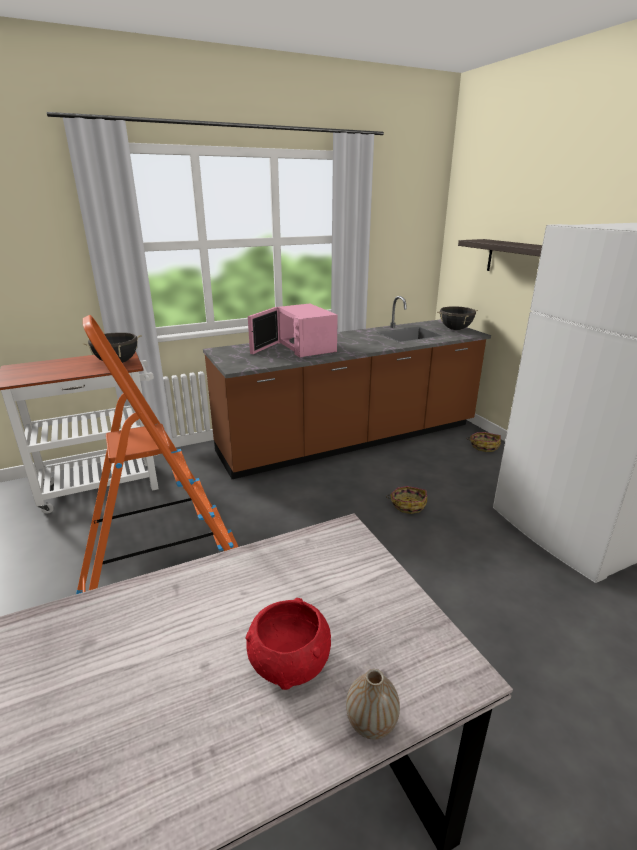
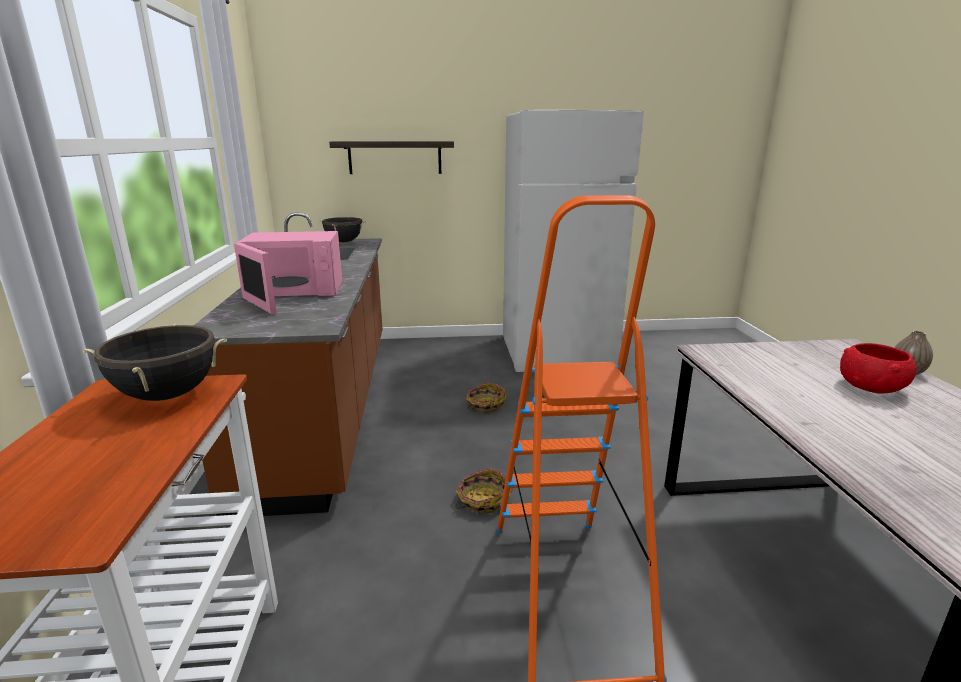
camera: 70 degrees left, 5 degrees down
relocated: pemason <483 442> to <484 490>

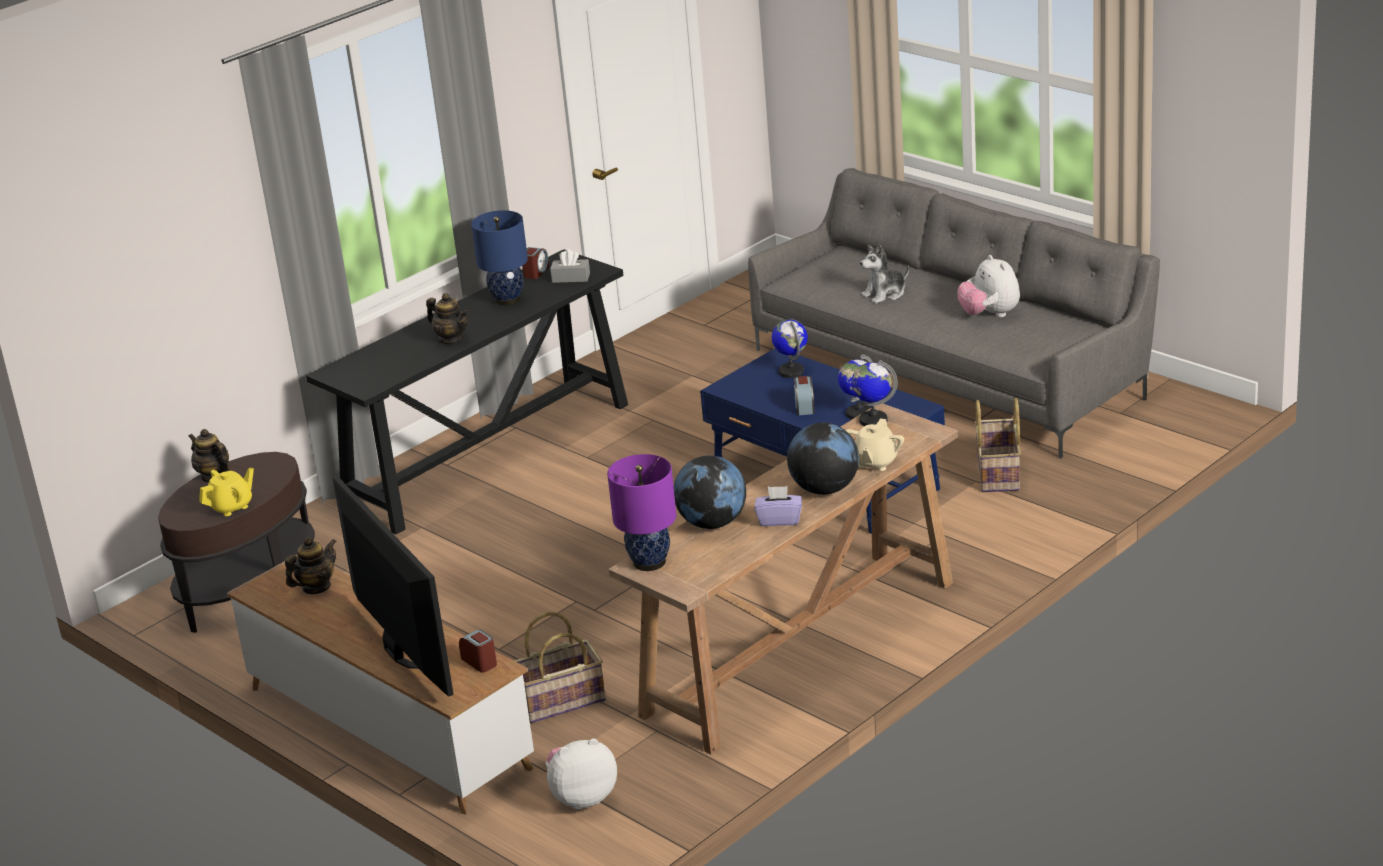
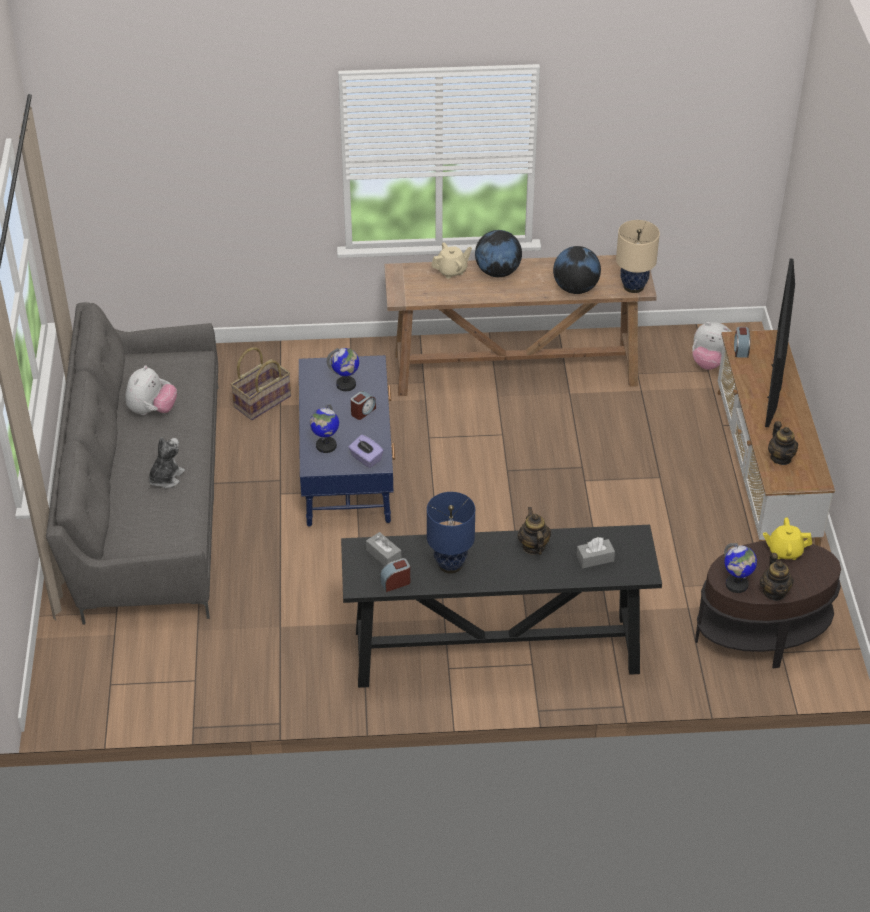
camera: 140 degrees left, 15 degrees up
missing: pemason <560 667>
appeared: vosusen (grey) <595 552>
relocated: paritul <874 393> to <740 568>; vosusen (purple) <778 506> to <366 451>
colour: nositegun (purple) <641 512> to nositegun (beige) <638 256>
spun: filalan <884 274> = <167 462> 75 degrees counterclockwise; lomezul <310 565> = <783 443> 105 degrees counterclockwise

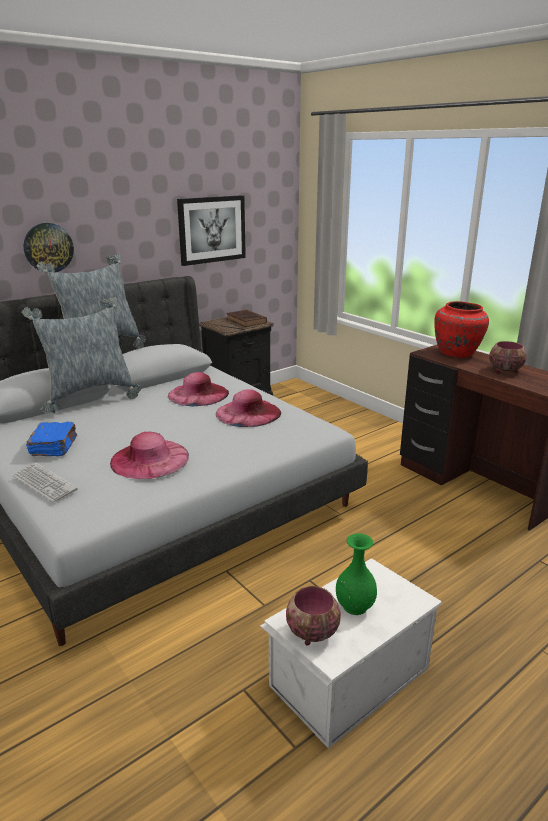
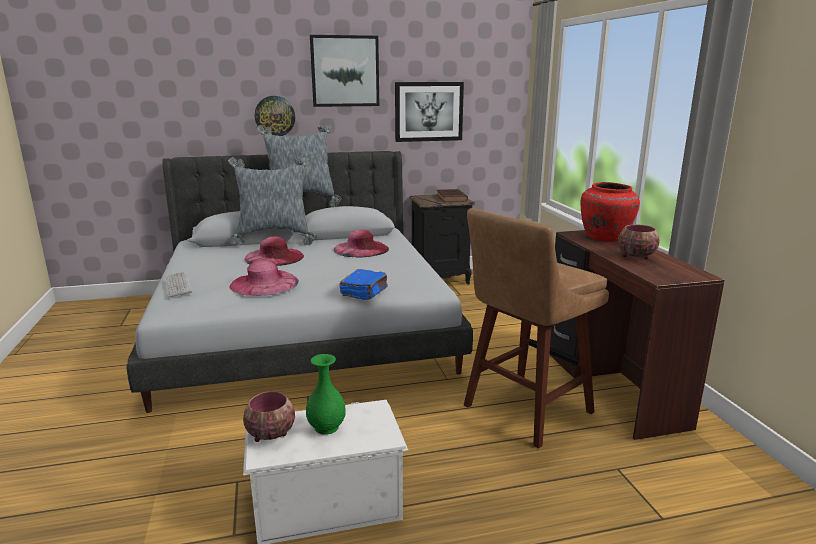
camera: 25 degrees right, 5 degrees down
appeared: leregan <344 71>; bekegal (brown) <536 328>
relocated: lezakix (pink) <248 408> to <274 251>; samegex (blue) <51 438> to <363 284>

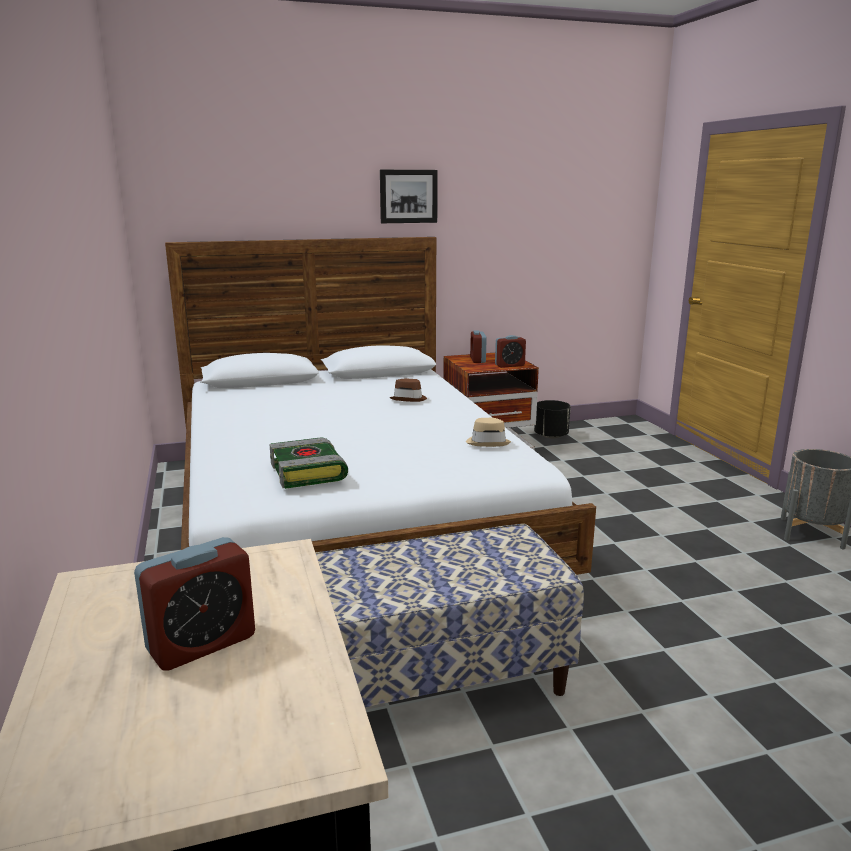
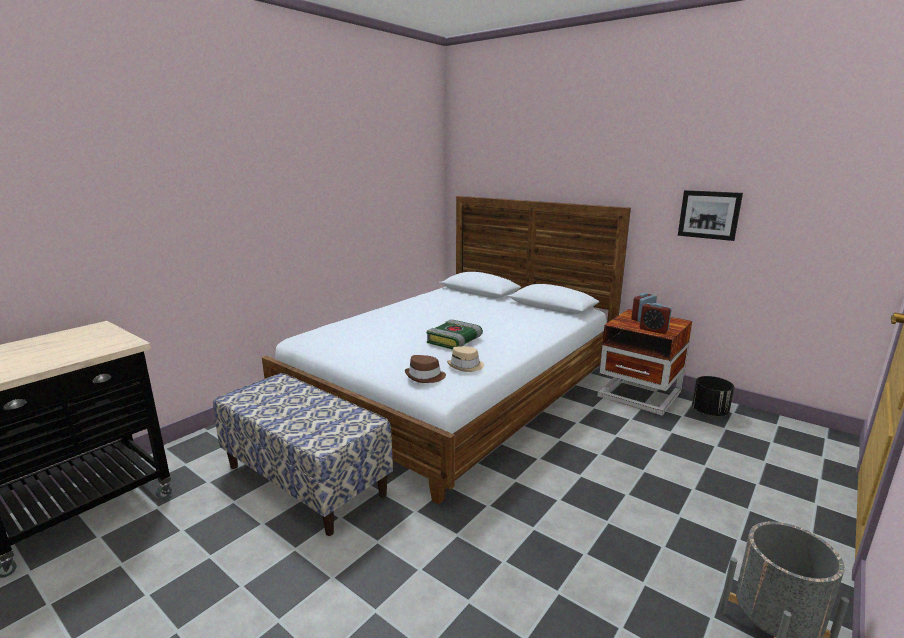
camera: 55 degrees right, 0 degrees up
missing: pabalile <194 604>
relocated: leregan <409 196> to <710 215>; lezakix (brown) <408 390> to <425 369>; samegex <308 463> to <455 334>

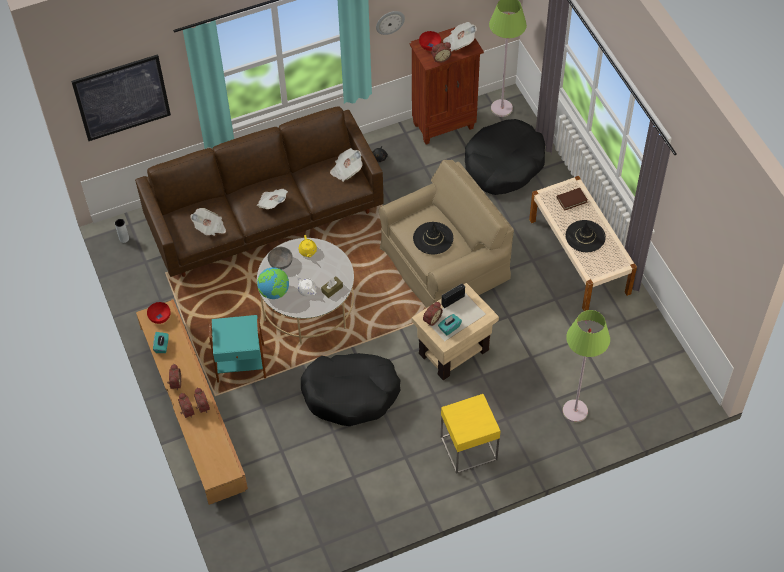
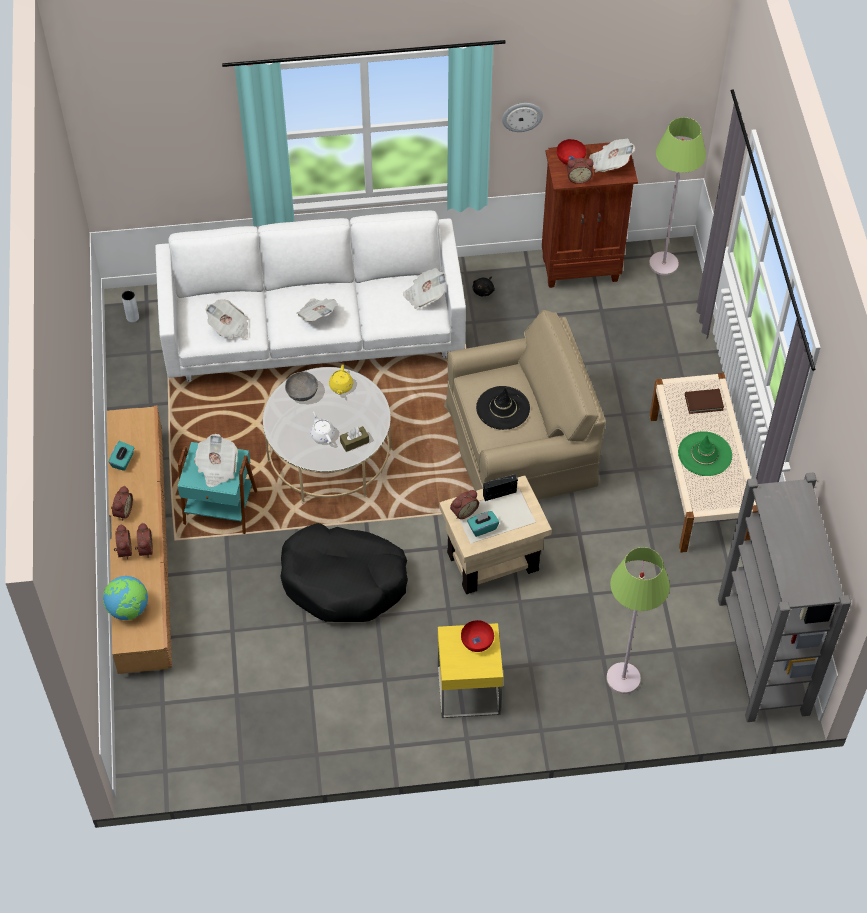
camera: 15 degrees right, 0 degrees up
missing: leregan <121 97>; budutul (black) <505 157>
appeared: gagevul <216 460>; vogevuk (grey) <784 597>
relocated: paritul <273 283> to <125 598>; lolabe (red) <159 313> to <477 636>
colour: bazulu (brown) <259 191> to bazulu (white) <310 296>; lezakix (black) <585 236> to lezakix (green) <705 453>

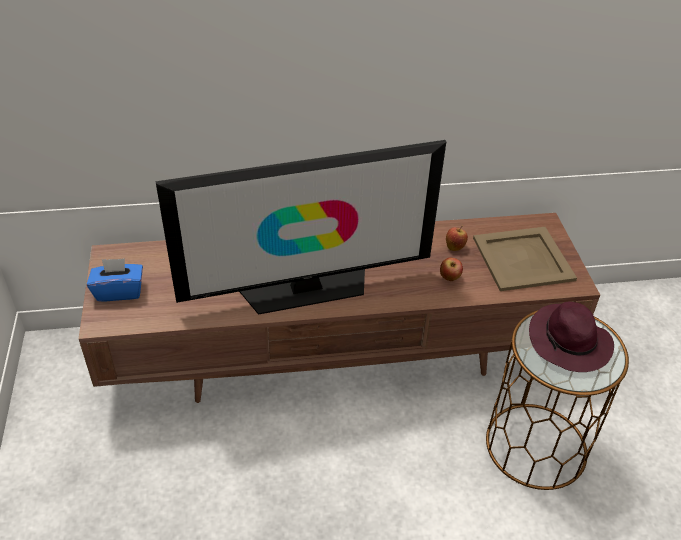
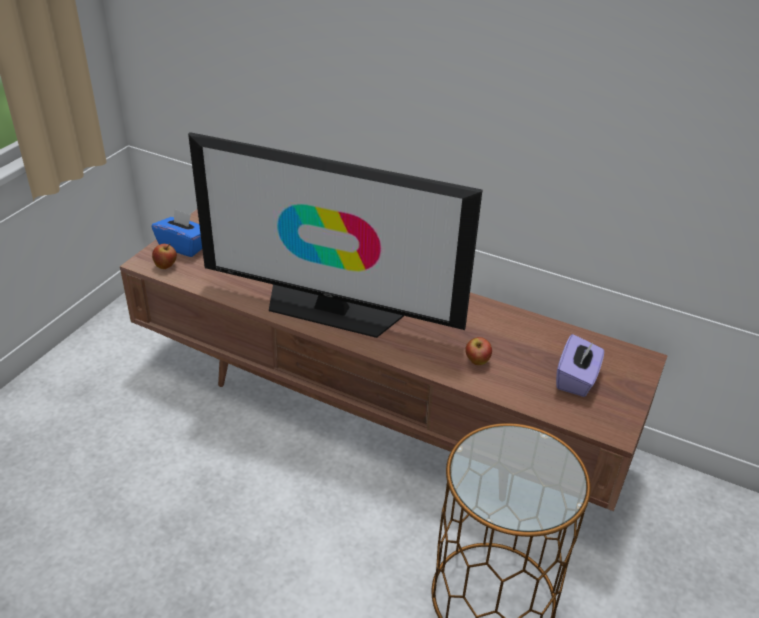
camera: 35 degrees right, 5 degrees down
missing: lezakix (purple) <571 337>
relocated: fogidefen <457 238> to <164 256>
exchanged: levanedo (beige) <525 259> to vosusen (purple) <580 365>

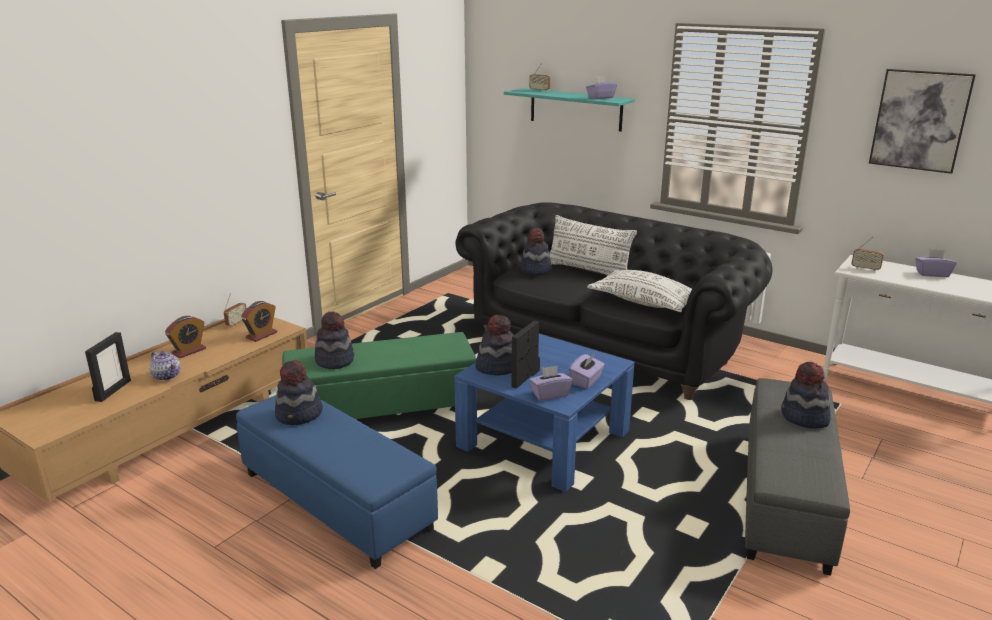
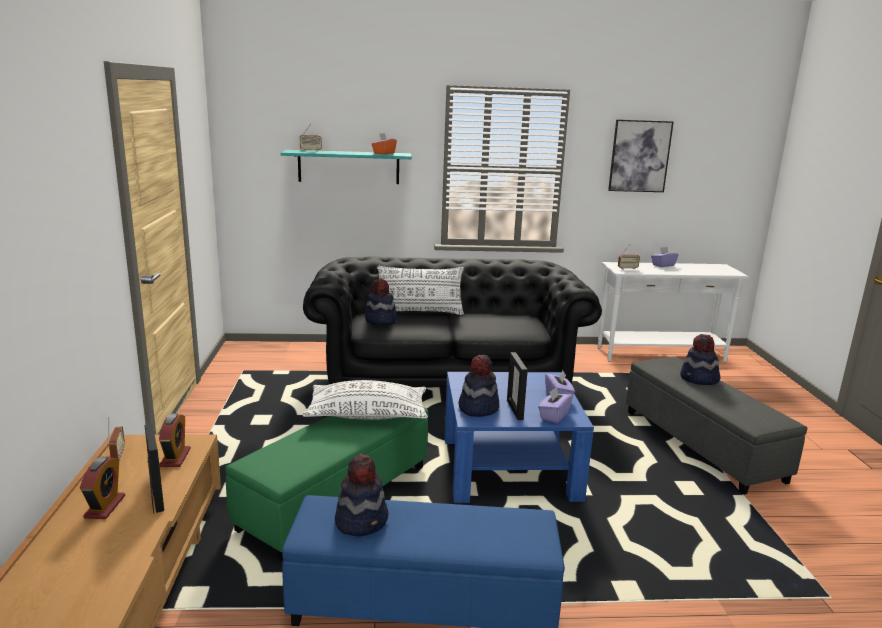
camera: 40 degrees left, 5 degrees down
missing: lezakix <334 340>; lomezul <164 366>
relocated: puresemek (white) <639 291> to <365 400>; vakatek <108 367> to <154 469>
colour: vosusen (purple) <601 87> to vosusen (orange) <384 144>

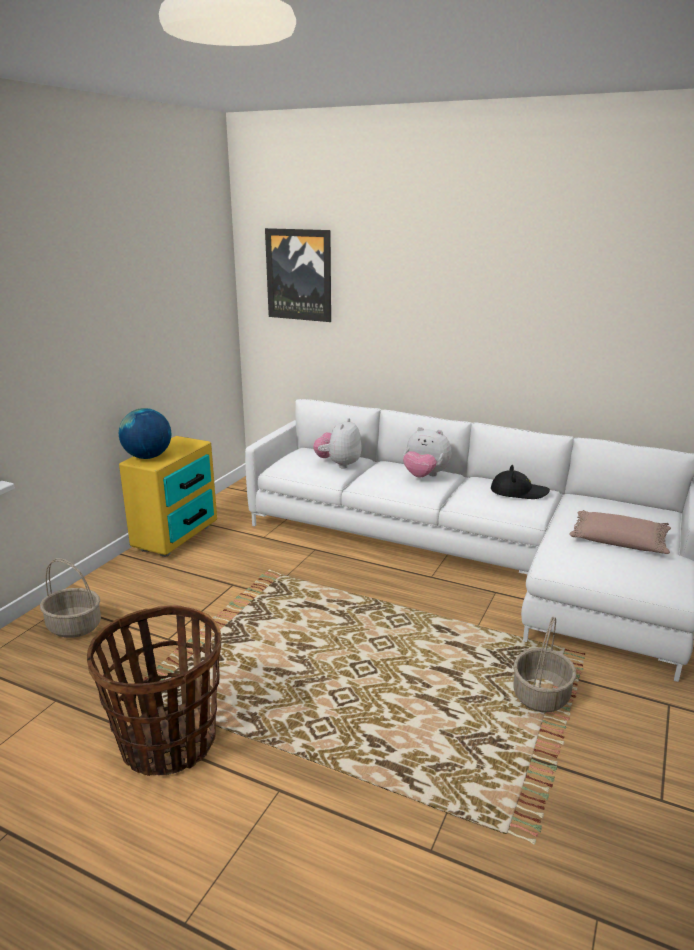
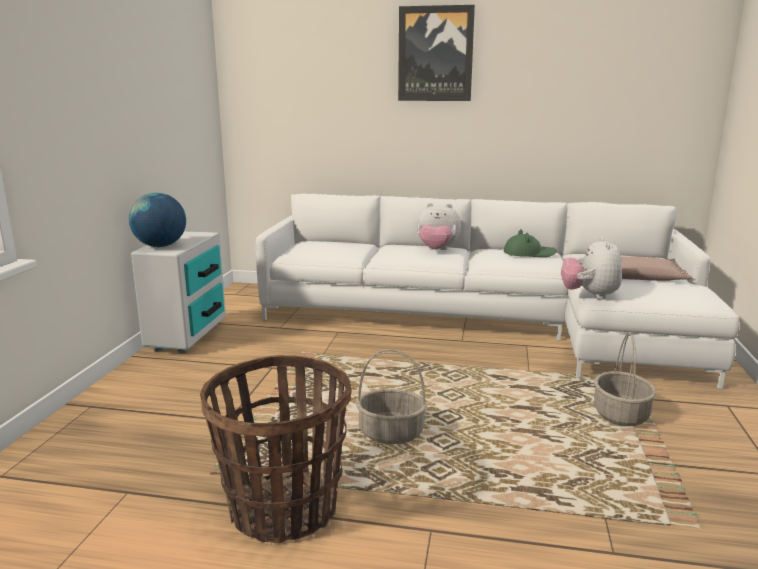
camera: 15 degrees left, 5 degrees down
relocated: leregan <298 275> to <436 53>; filalan <337 443> to <591 268>; pemason <70 598> to <391 396>
colour: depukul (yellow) <168 496> to depukul (white) <178 292>; lezakix (black) <520 482> to lezakix (green) <530 243>

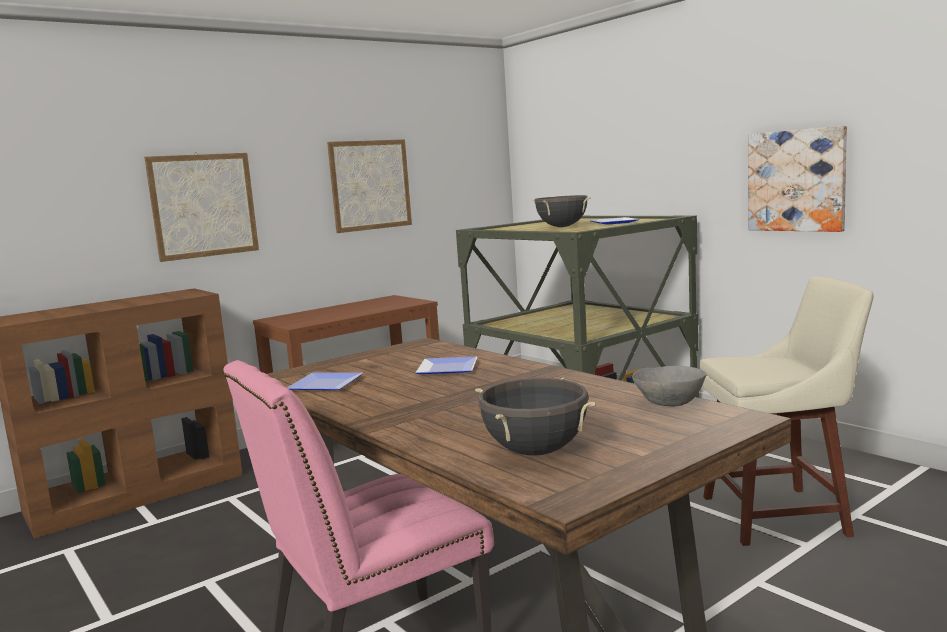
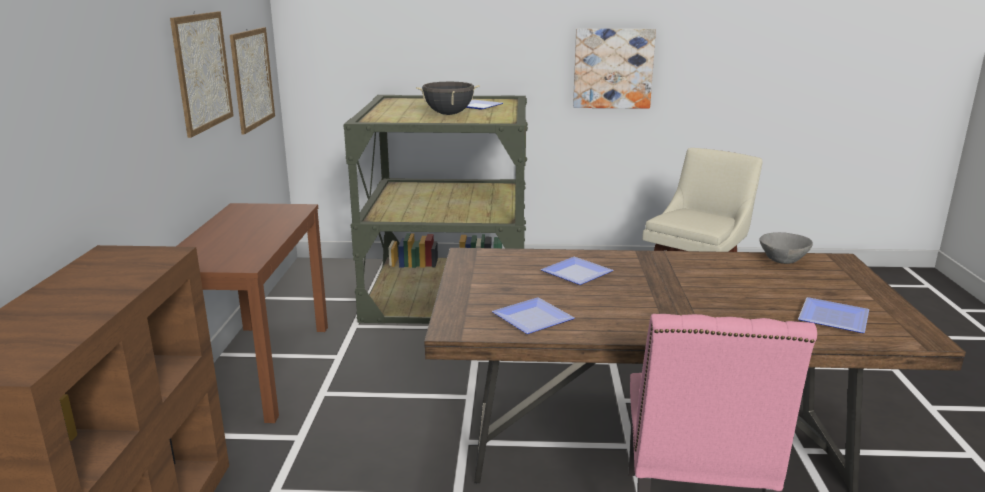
camera: 50 degrees left, 10 degrees up
relocated: leregan <201 207> to <252 81>
exchanged: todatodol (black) <535 416> to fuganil <833 315>

